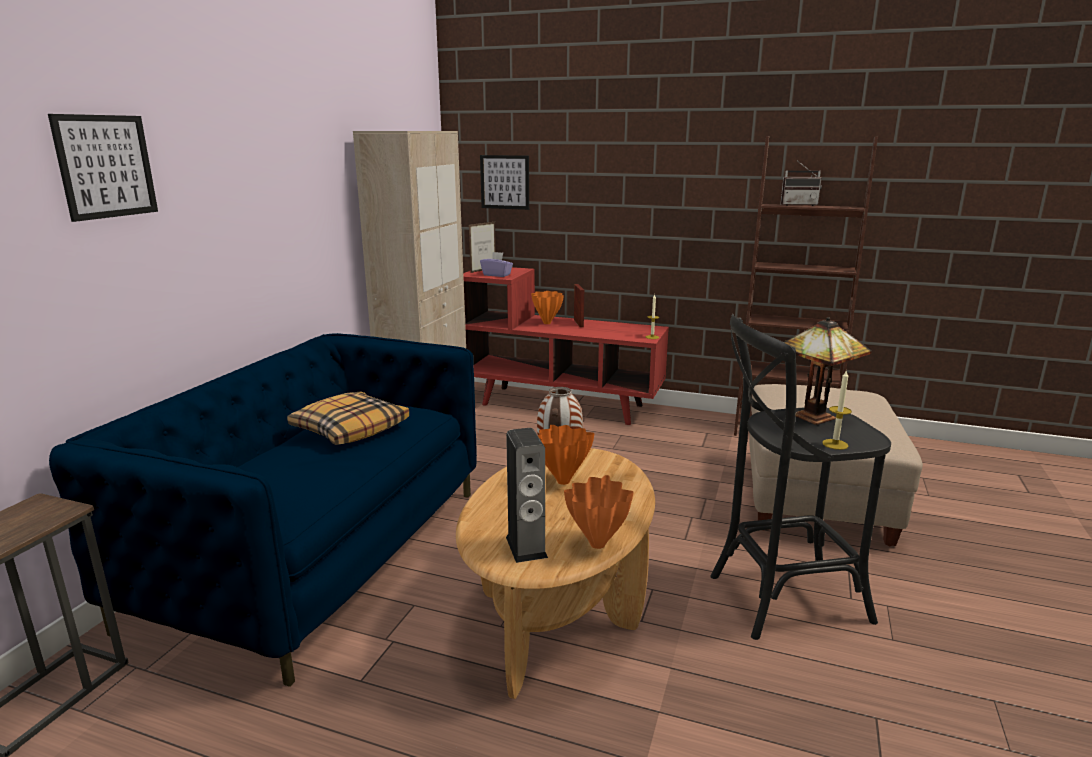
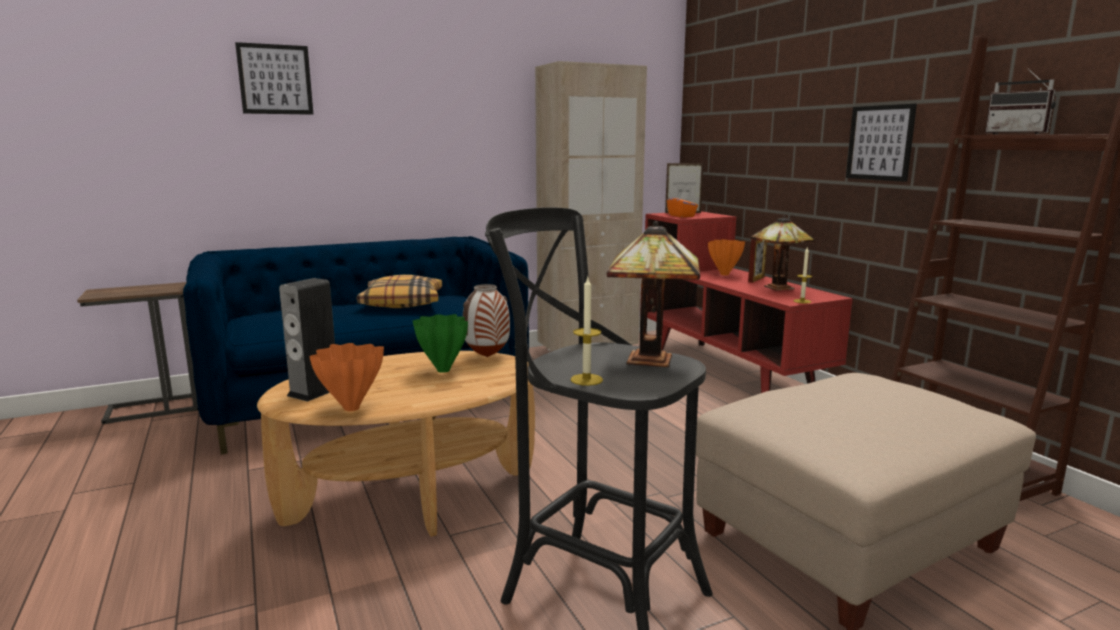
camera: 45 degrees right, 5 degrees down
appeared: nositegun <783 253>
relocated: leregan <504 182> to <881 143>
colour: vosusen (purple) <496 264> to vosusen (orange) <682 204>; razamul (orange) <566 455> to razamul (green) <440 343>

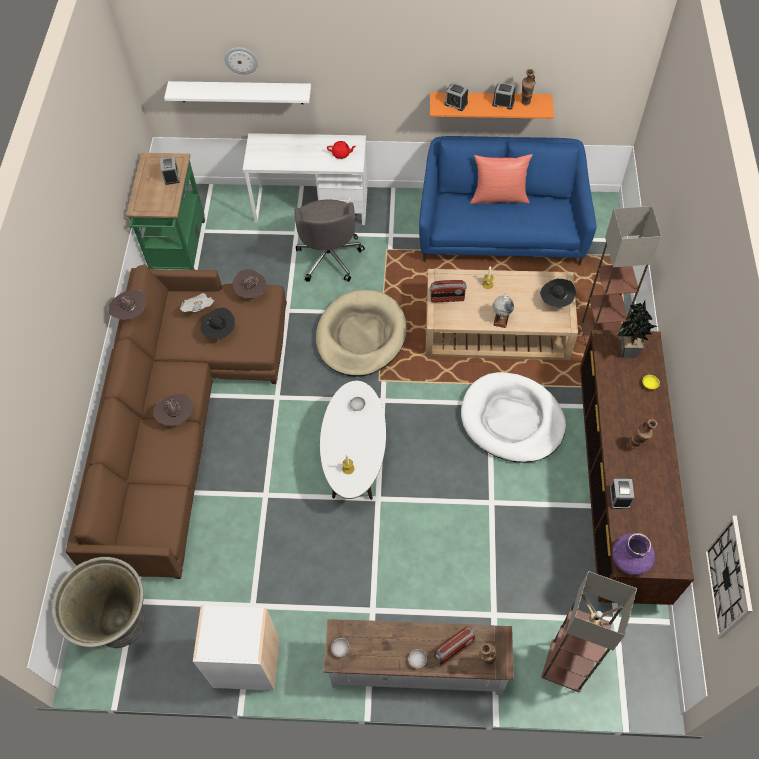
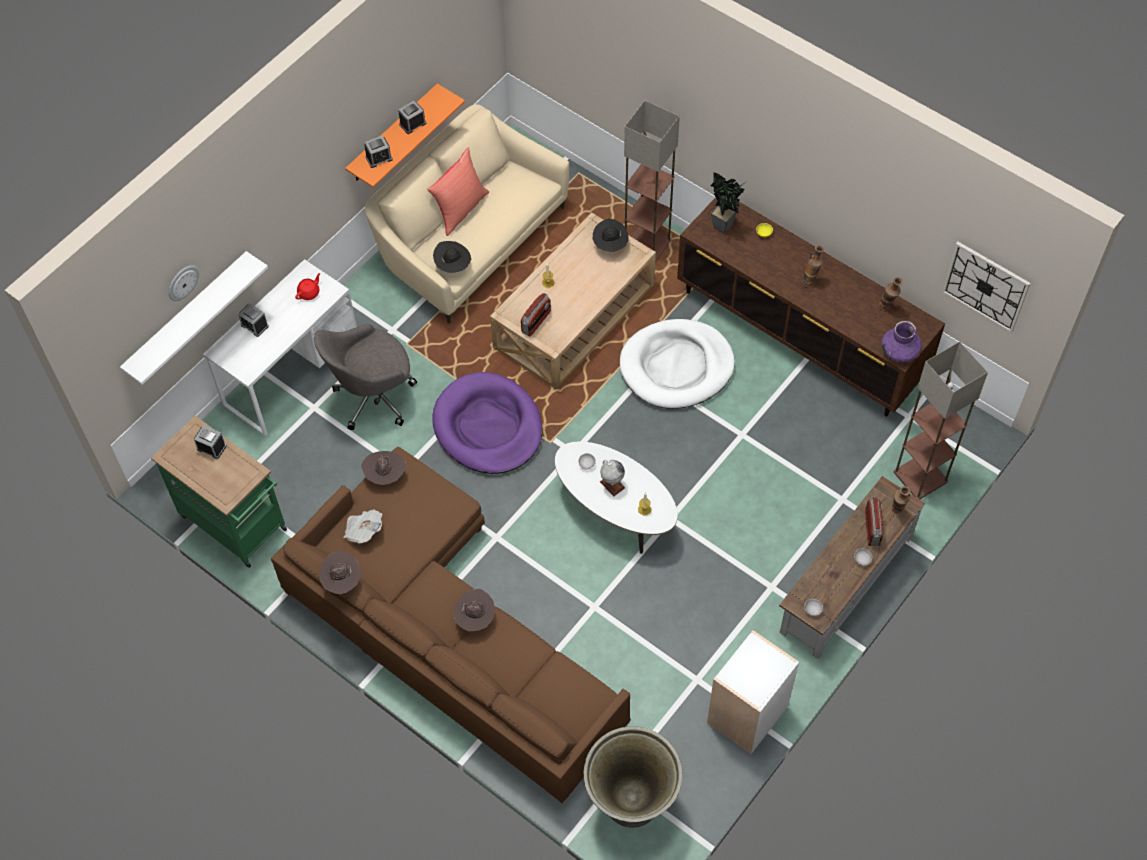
camera: 55 degrees left, 0 degrees up
relocated: razamul <528 87> to <891 293>; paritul <503 311> to <612 477>; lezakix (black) <218 323> to <452 257>; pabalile <621 493> to <253 320>
colour: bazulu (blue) <508 200> to bazulu (beige) <467 214>; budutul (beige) <361 333> to budutul (purple) <487 423>
spun: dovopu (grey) <329 241> = <365 377> 120 degrees clockwise

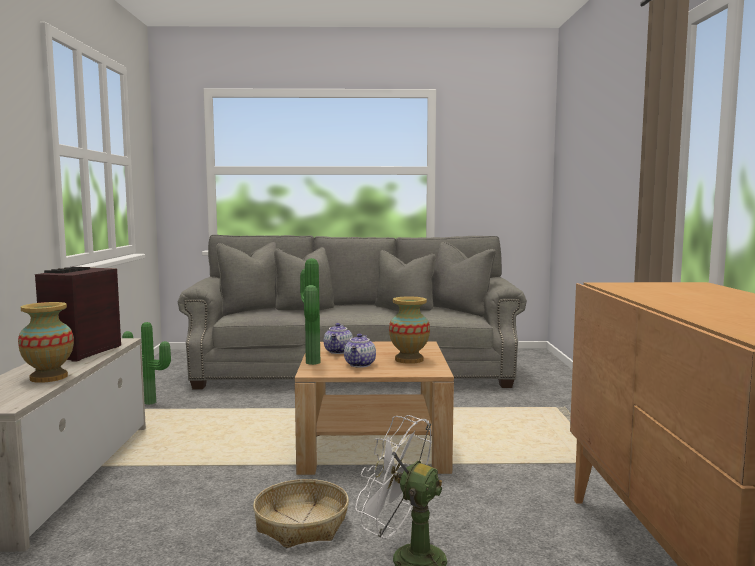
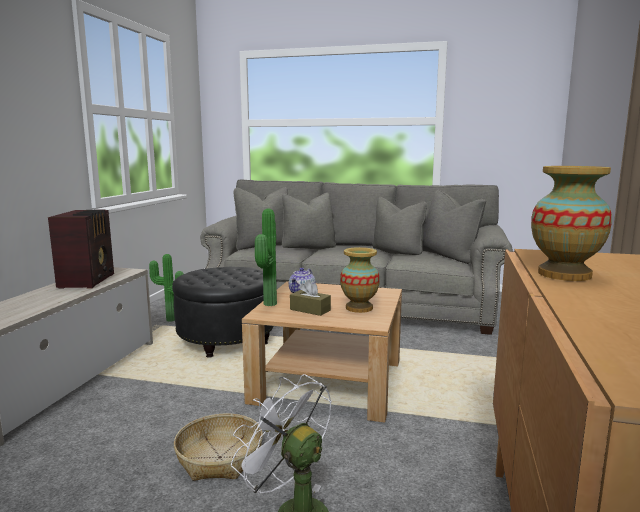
camera: 15 degrees right, 5 degrees up
appeared: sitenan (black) <222 312>
relocated: razamul <46 342> to <571 223>
exchanged: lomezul <360 351> to vosusen (brown) <310 298>
spun: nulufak <78 314> = <81 249> 150 degrees clockwise

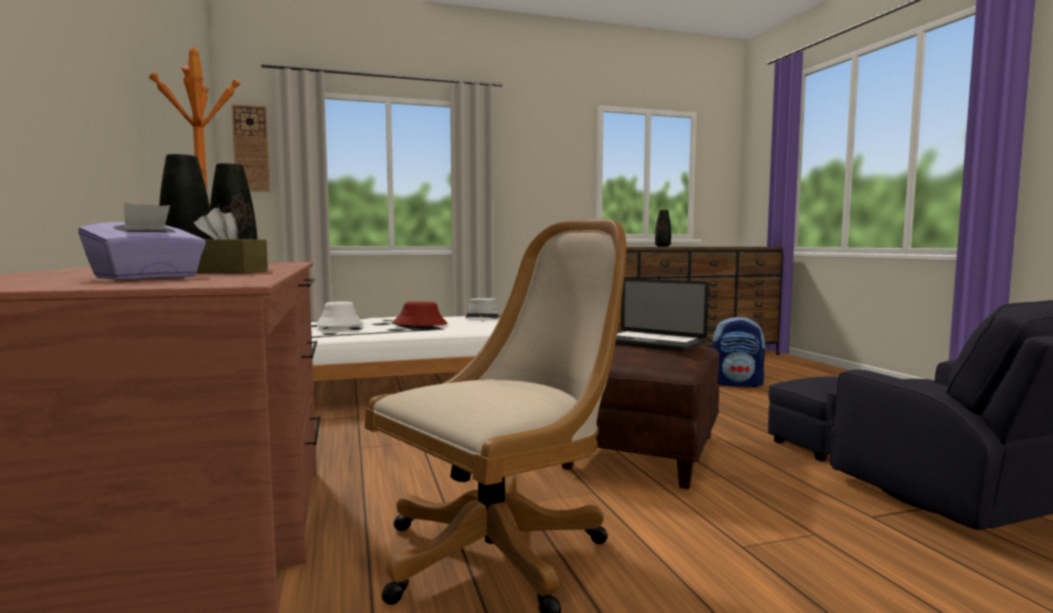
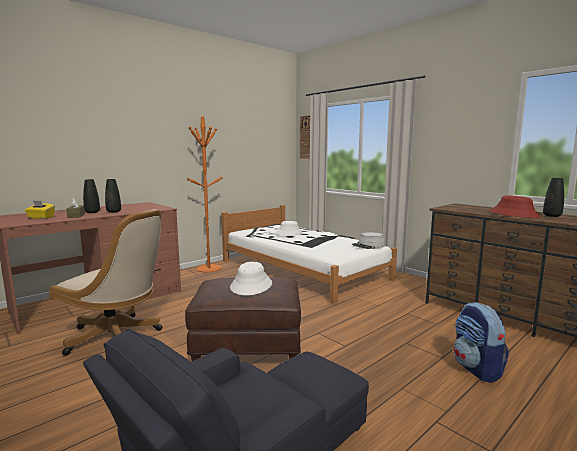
camera: 65 degrees right, 5 degrees up
relocated: lezakix (red) <420 313> to <515 206>
exchanged: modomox <662 315> to lezakix (white) <251 278>
colour: vosusen (purple) <142 241> to vosusen (yellow) <40 210>

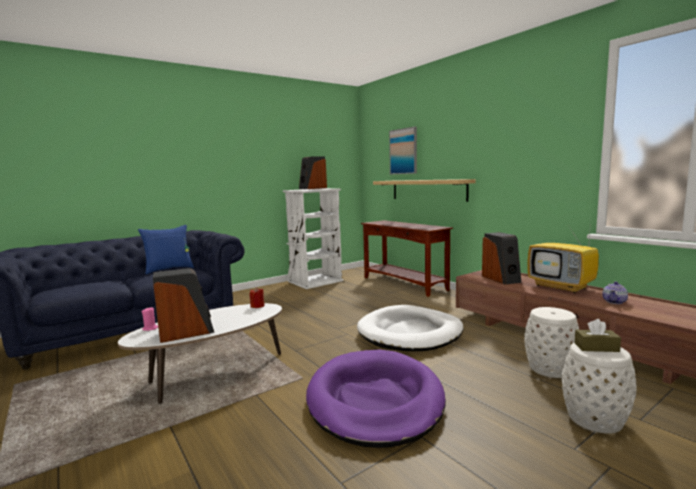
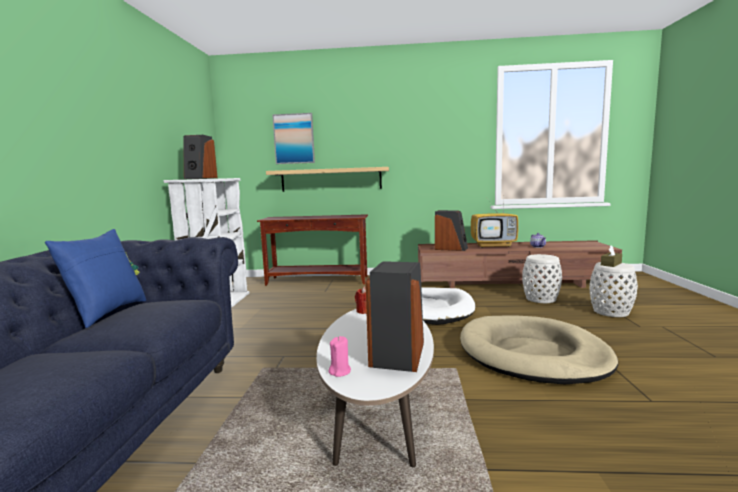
camera: 50 degrees left, 0 degrees up
colour: budutul (purple) <376 399> to budutul (beige) <539 350>

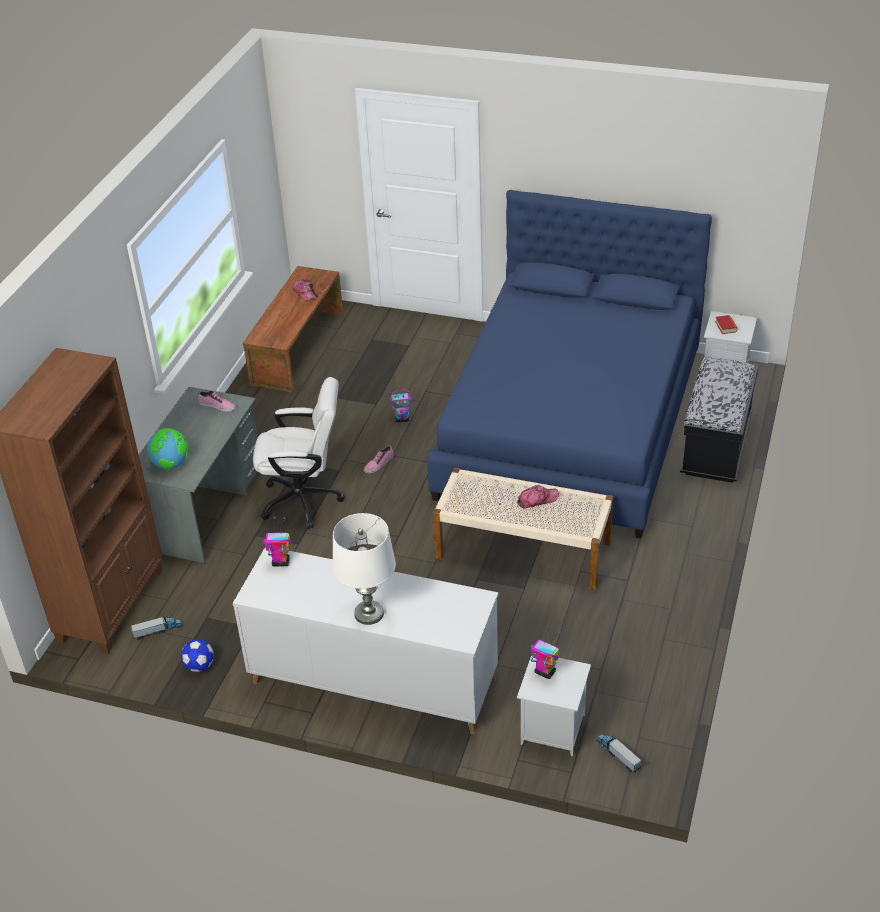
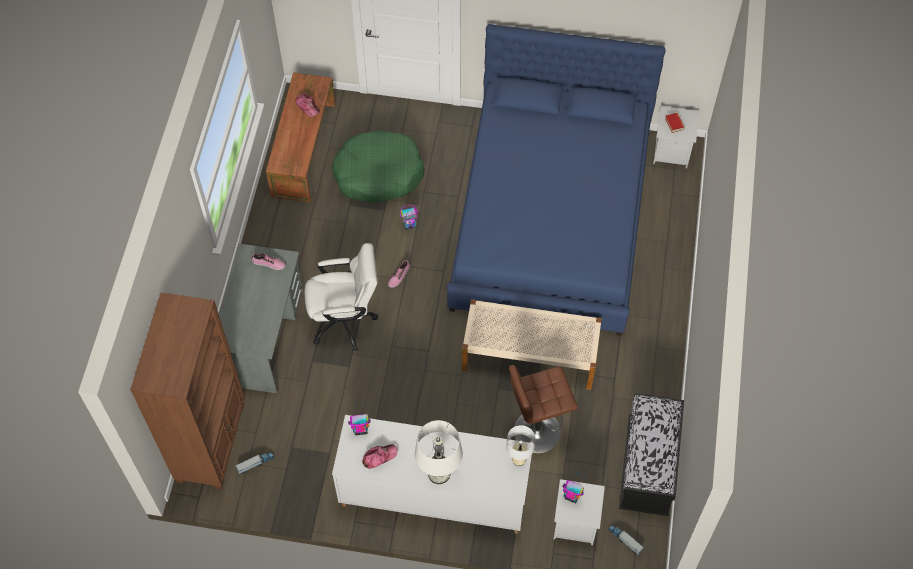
camera: 10 degrees left, 20 degrees up
missing: paritul <167 449>; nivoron <197 655>
appeared: budutul (green) <378 166>; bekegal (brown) <543 409>; nositegun (white) <520 445>
relocated: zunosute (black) <719 420> to <651 454>; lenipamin <538 496> to <380 456>

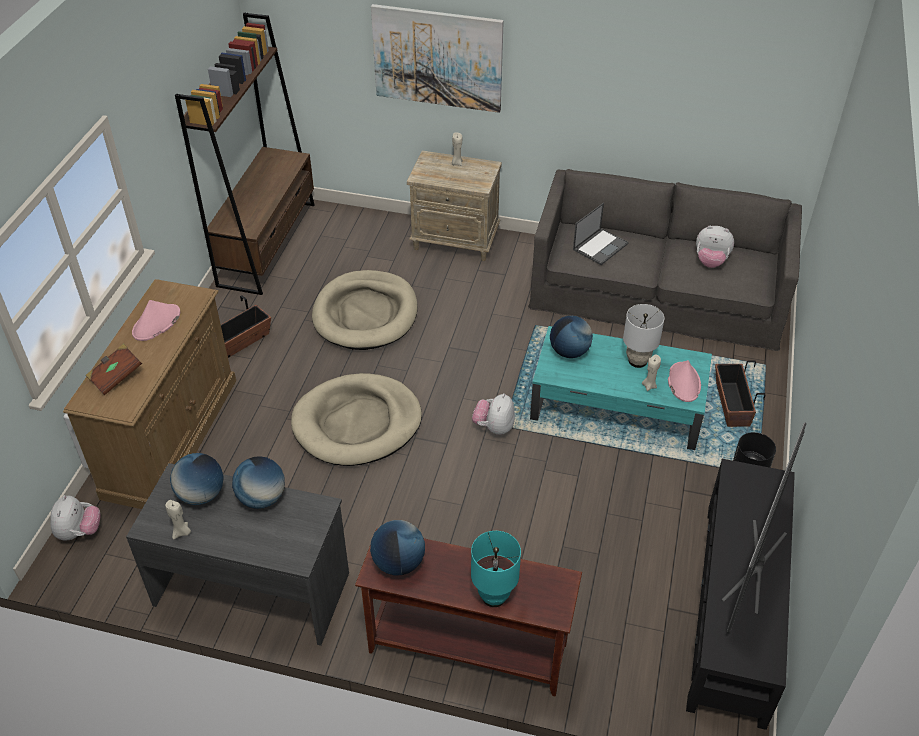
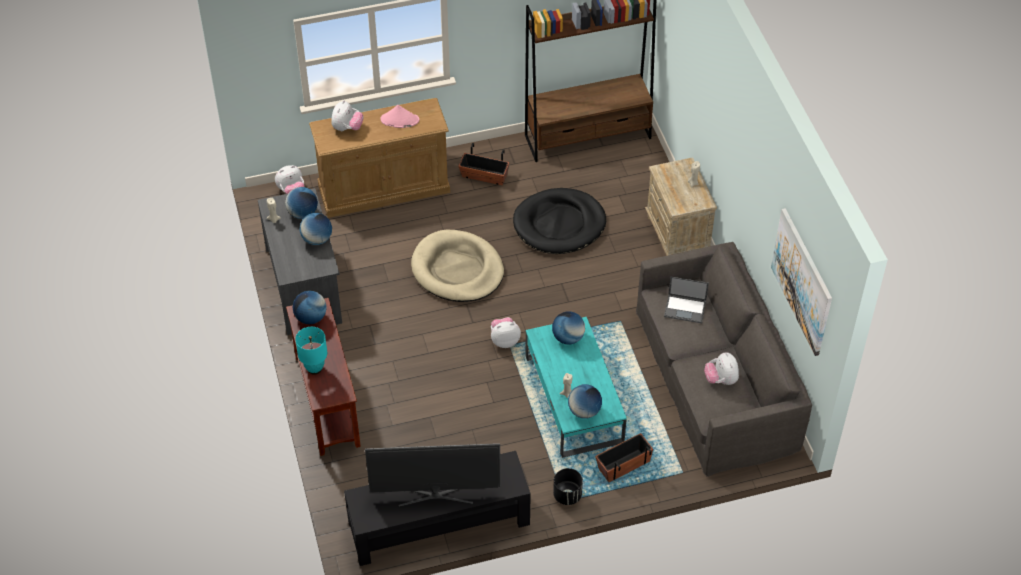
camera: 60 degrees right, 5 degrees up
missing: nositegun (white) <643 336>
relocated: leregan <437 58> to <801 282>
exchanged: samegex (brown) <114 370> to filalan <347 115>; lezakix (pink) <684 381> to paritul <585 401>
colour: budutul (beige) <365 310> to budutul (black) <559 221>

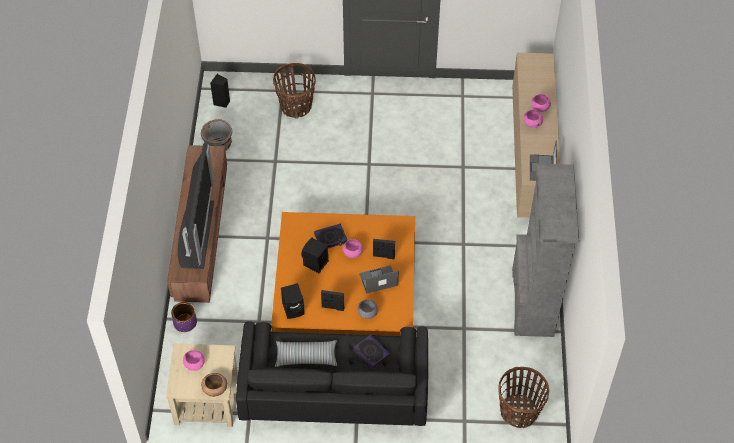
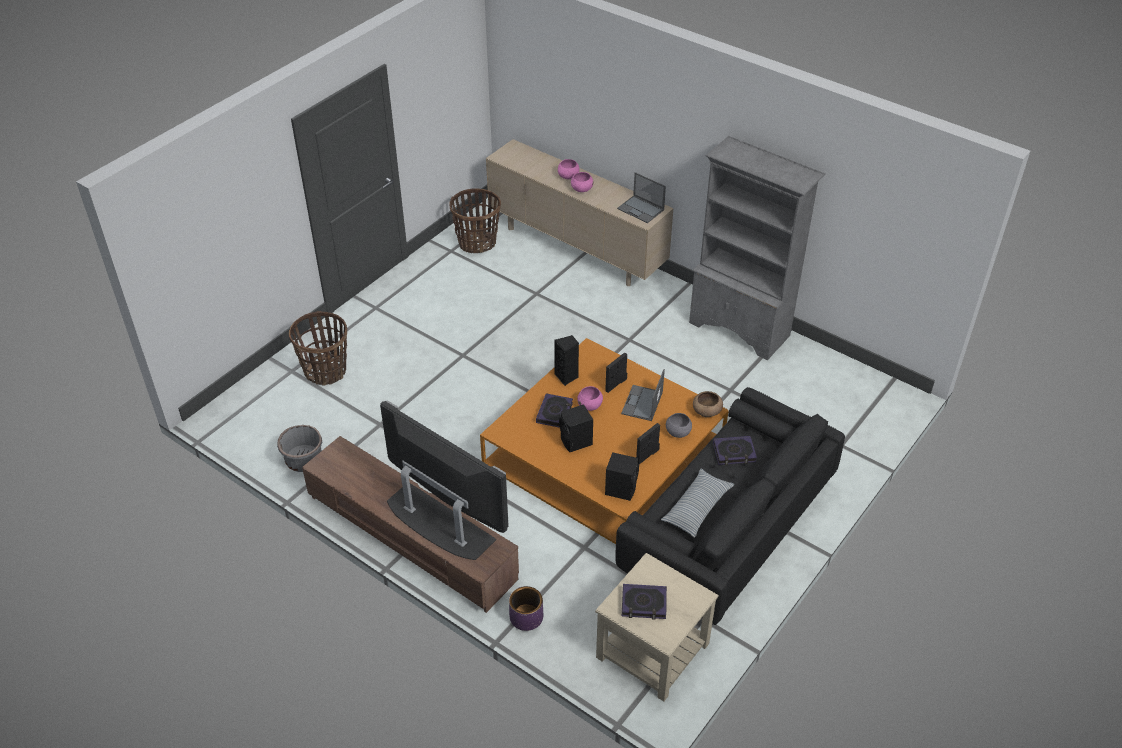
camera: 55 degrees left, 10 degrees down
relocated: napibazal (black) <220 91> to <566 360>; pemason <523 397> to <475 220>; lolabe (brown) <214 385> to <708 404>
exchanged: lolabe (pink) <194 360> to samegex <644 601>

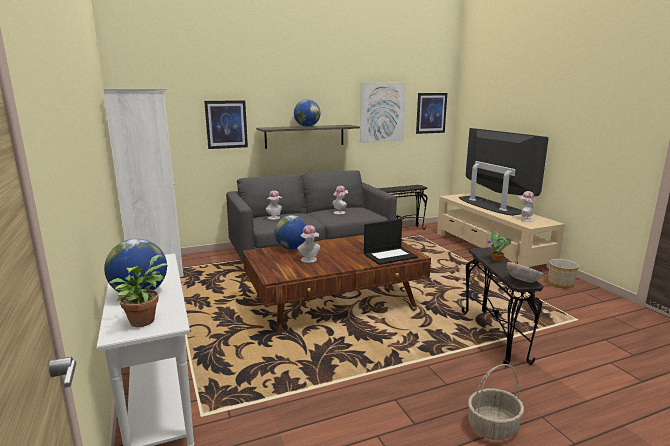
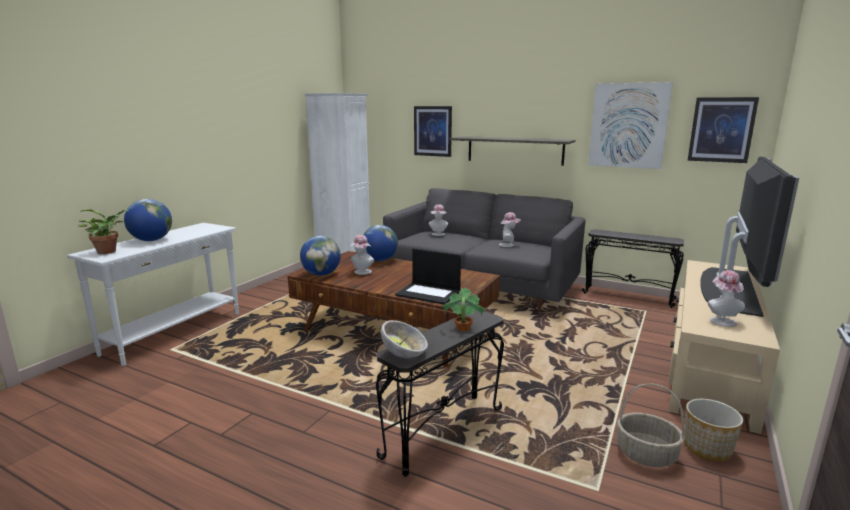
camera: 50 degrees right, 0 degrees up
relocated: paritul <307 113> to <320 256>; pemason <496 402> to <651 425>

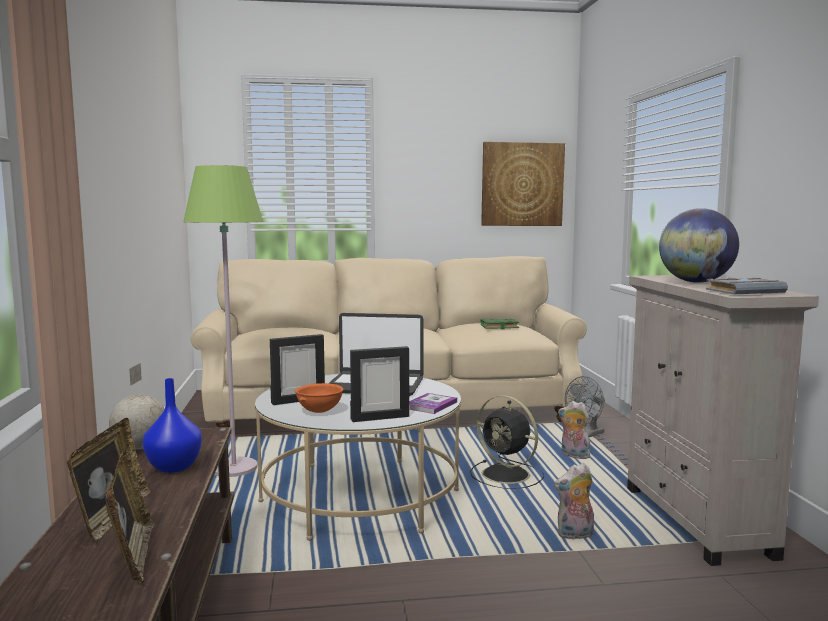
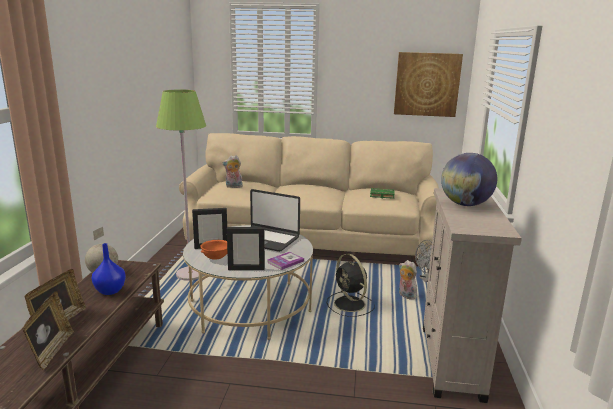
camera: 15 degrees right, 10 degrees up
missing: samegex (grey) <747 285>
relocated: filalan <574 501> to <233 171>

